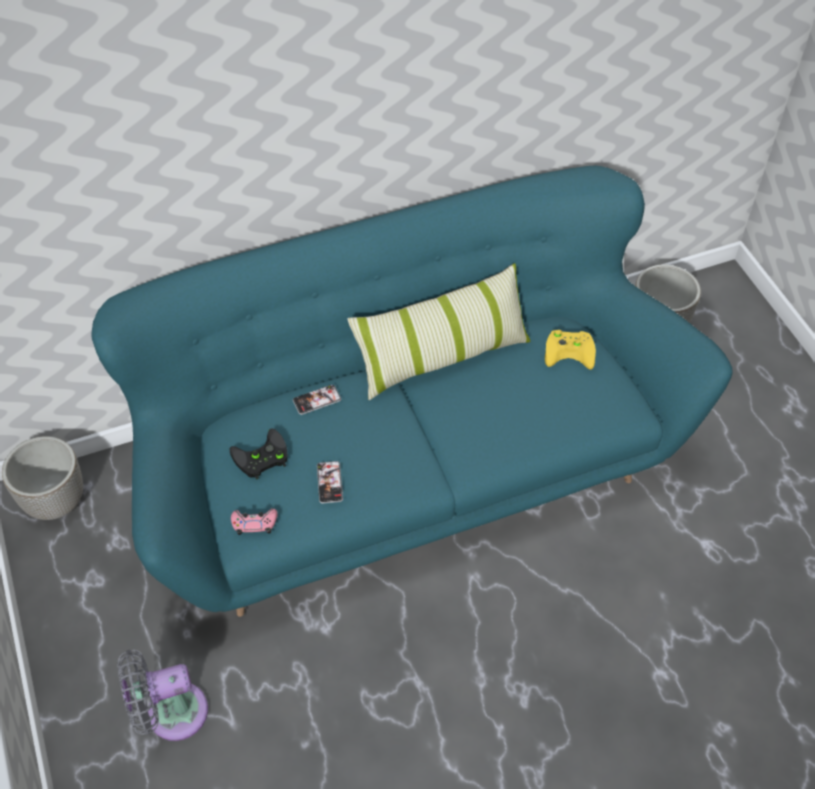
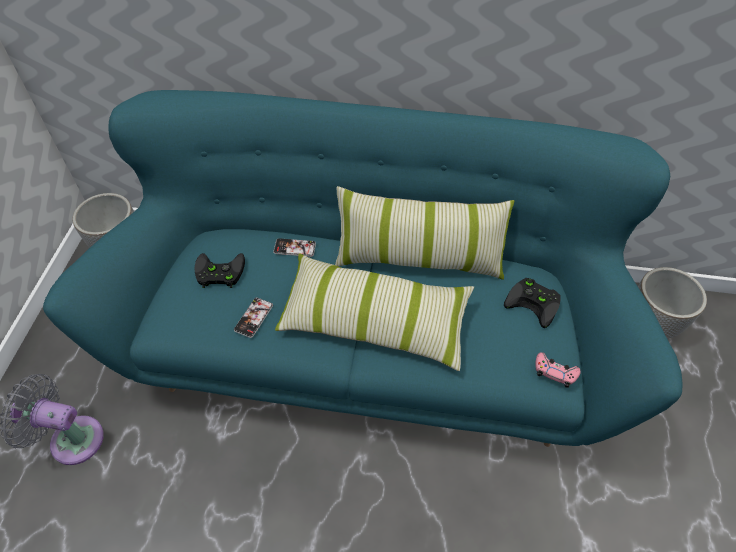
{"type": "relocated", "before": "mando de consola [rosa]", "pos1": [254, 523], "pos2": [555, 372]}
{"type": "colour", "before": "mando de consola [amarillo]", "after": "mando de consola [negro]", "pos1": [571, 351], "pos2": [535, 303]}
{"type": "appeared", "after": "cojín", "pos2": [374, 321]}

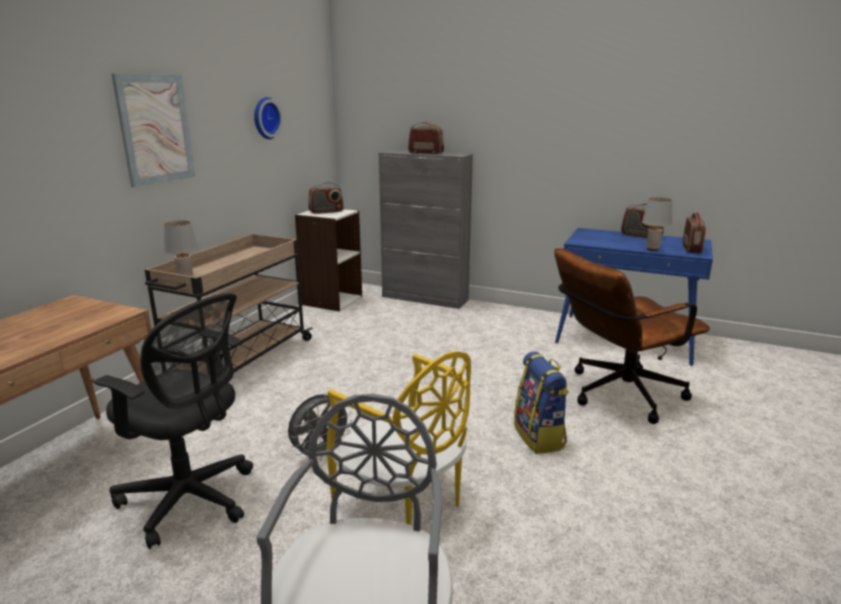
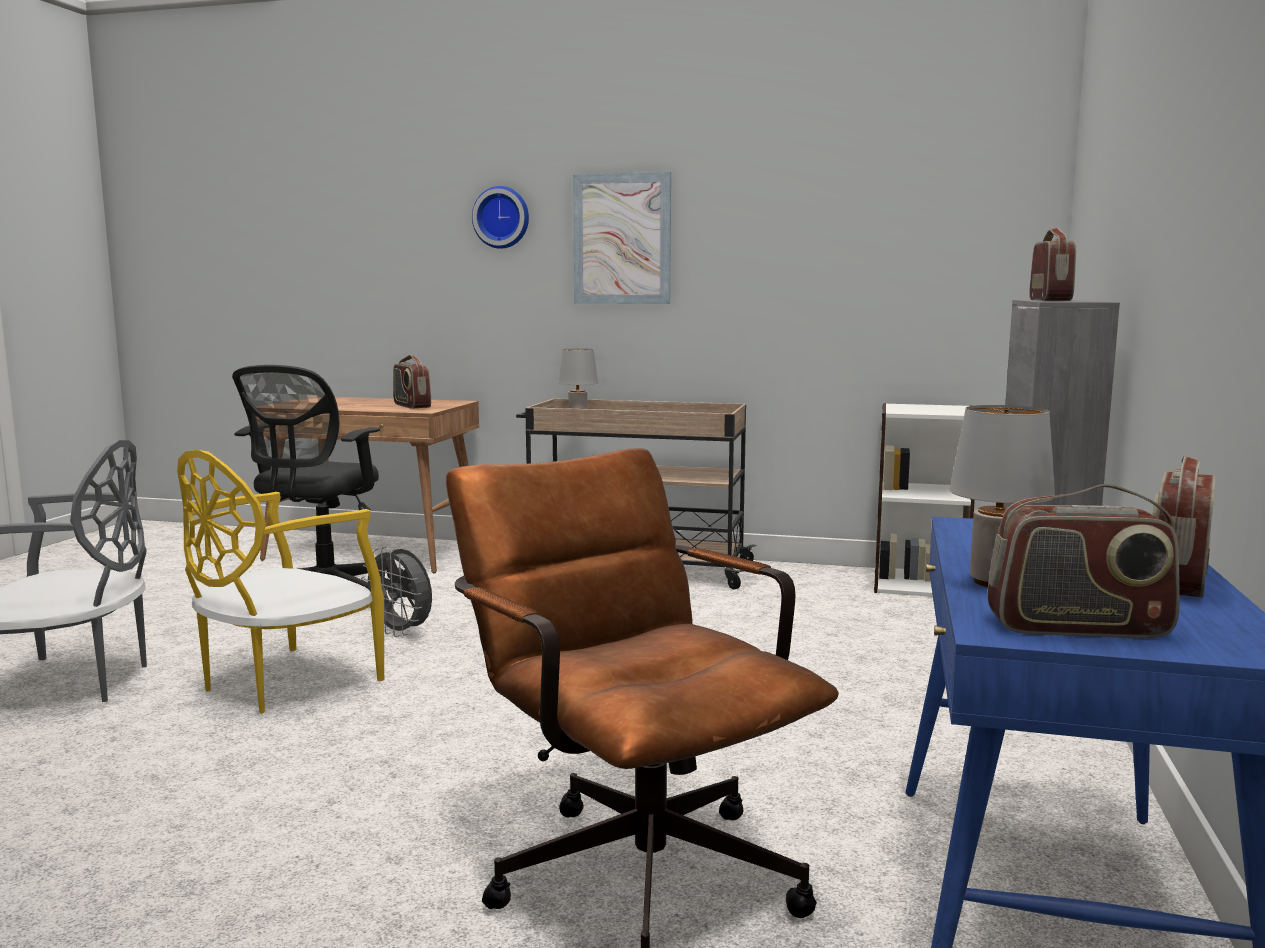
{"type": "relocated", "before": "reloj de pared", "pos1": [265, 118], "pos2": [502, 217]}
{"type": "relocated", "before": "radio", "pos1": [326, 212], "pos2": [411, 406]}
{"type": "missing", "before": "mochila", "pos1": [539, 437]}

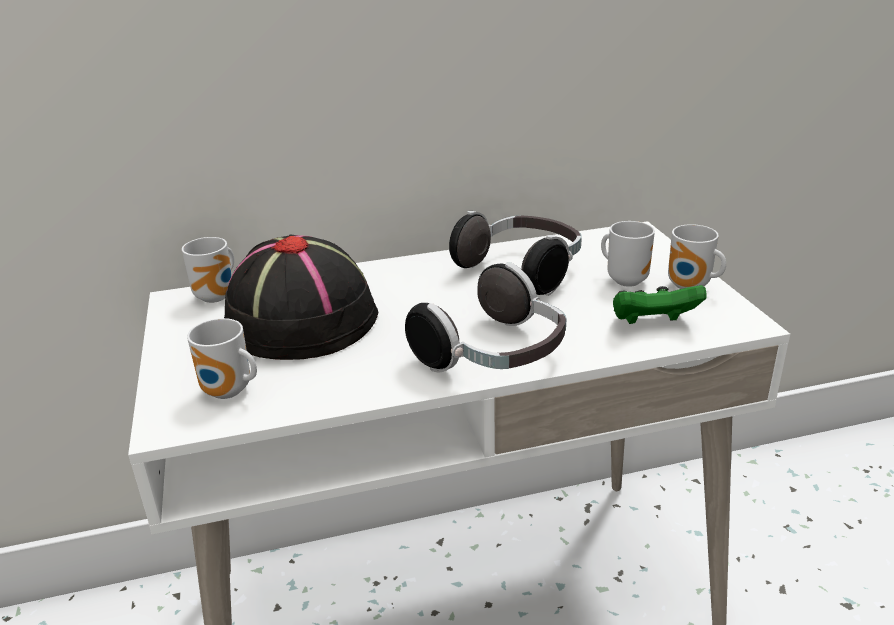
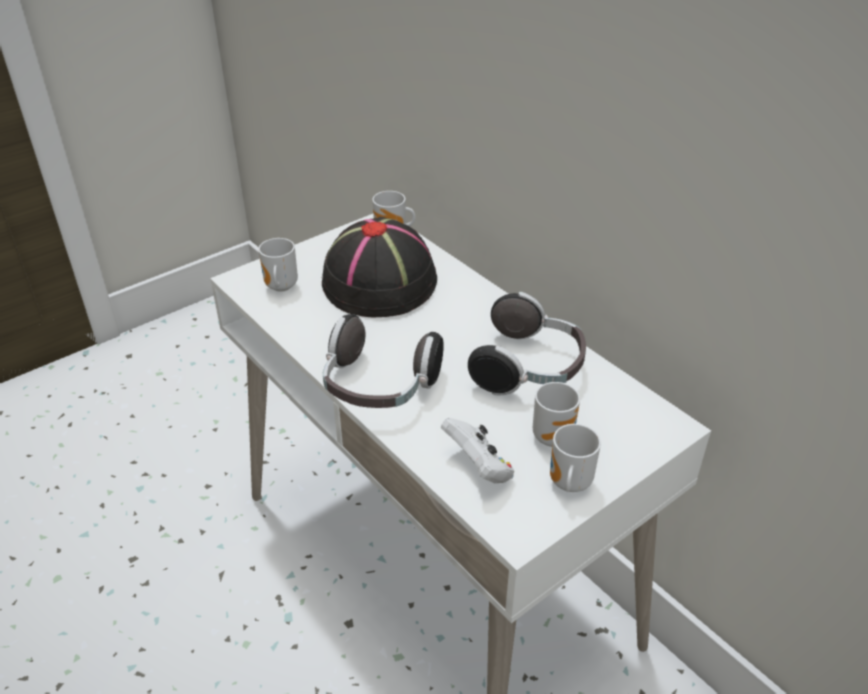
{"type": "colour", "before": "mando de consola [verde]", "after": "mando de consola [blanco]", "pos1": [652, 323], "pos2": [479, 468]}

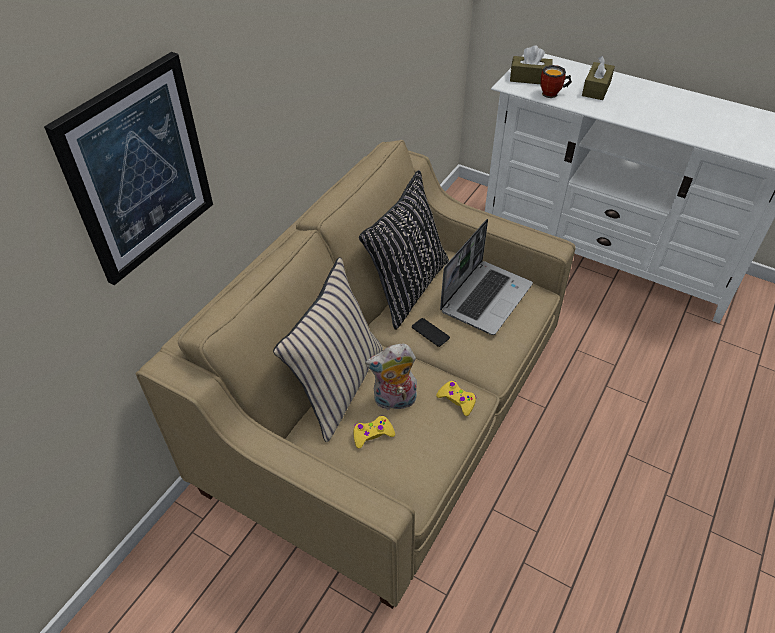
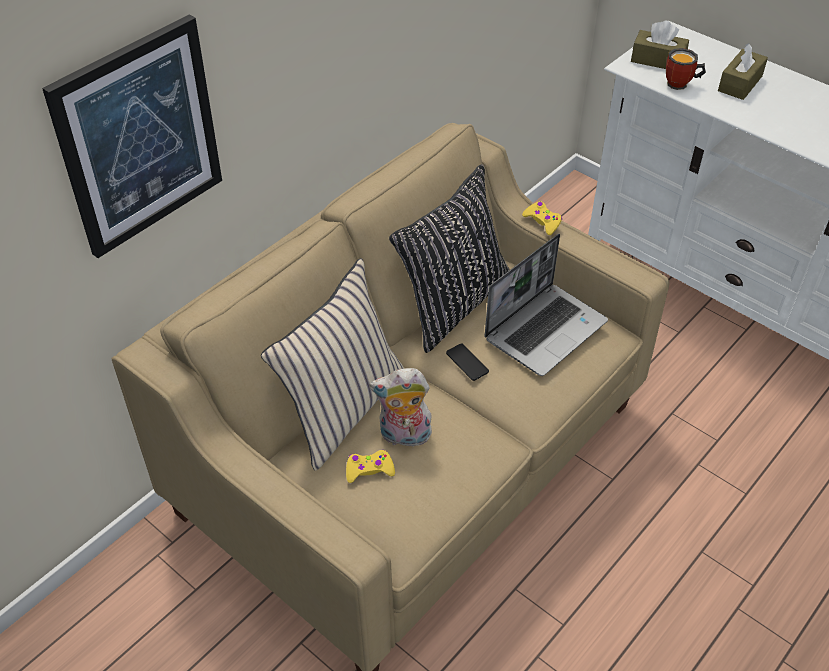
{"type": "relocated", "before": "mando de consola [amarillo]", "pos1": [457, 400], "pos2": [542, 221]}

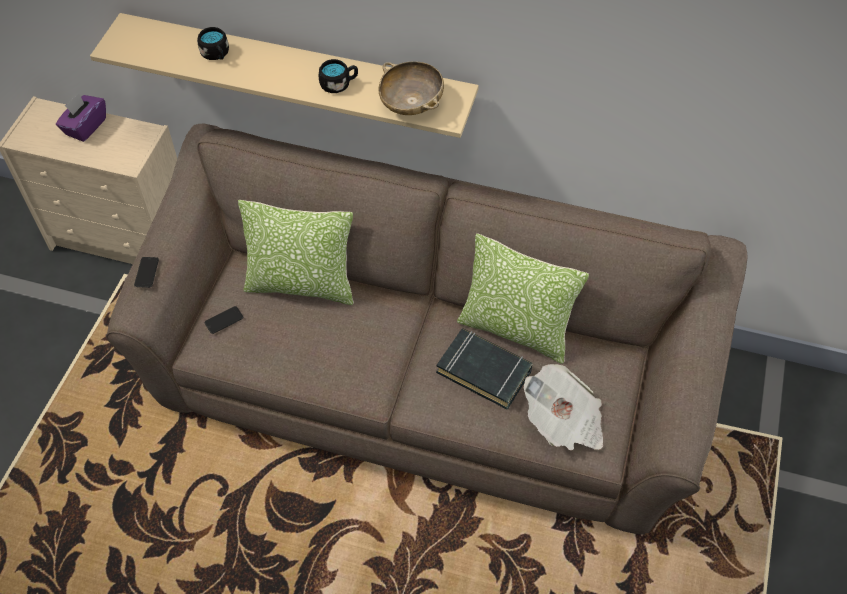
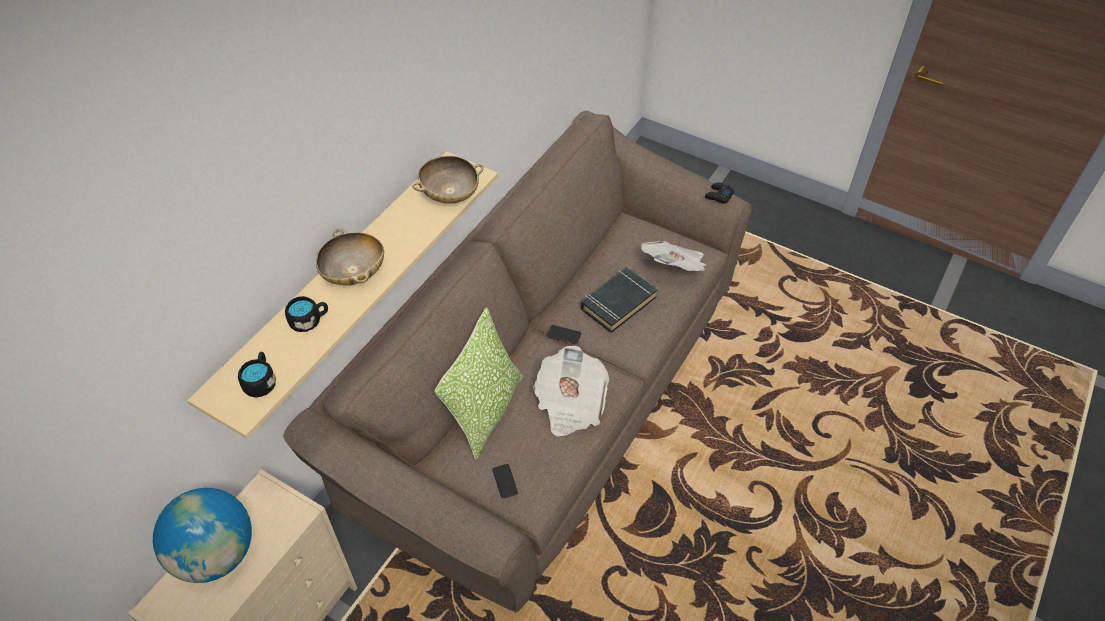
{"type": "exchanged", "before": "caja de pañuelos [morado]", "after": "globo terráqueo", "pos1": [85, 127], "pos2": [216, 554]}
{"type": "relocated", "before": "móvil", "pos1": [146, 272], "pos2": [564, 334]}
{"type": "relocated", "before": "taza grande [negro]", "pos1": [339, 84], "pos2": [261, 381]}
{"type": "missing", "before": "cojín", "pos1": [515, 330]}
{"type": "appeared", "after": "cuenco [beis]", "pos2": [354, 273]}
{"type": "appeared", "after": "periódico", "pos2": [570, 404]}
{"type": "appeared", "after": "mando de consola [negro]", "pos2": [718, 196]}

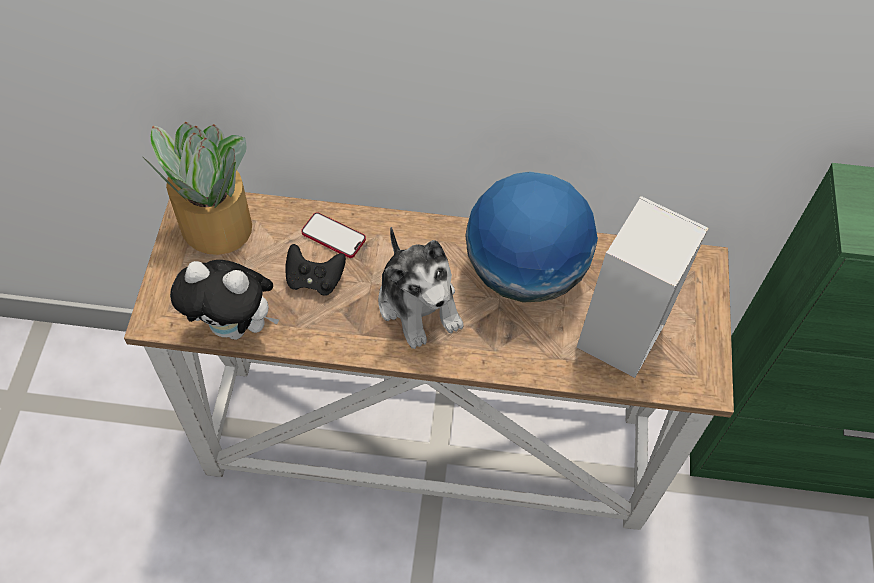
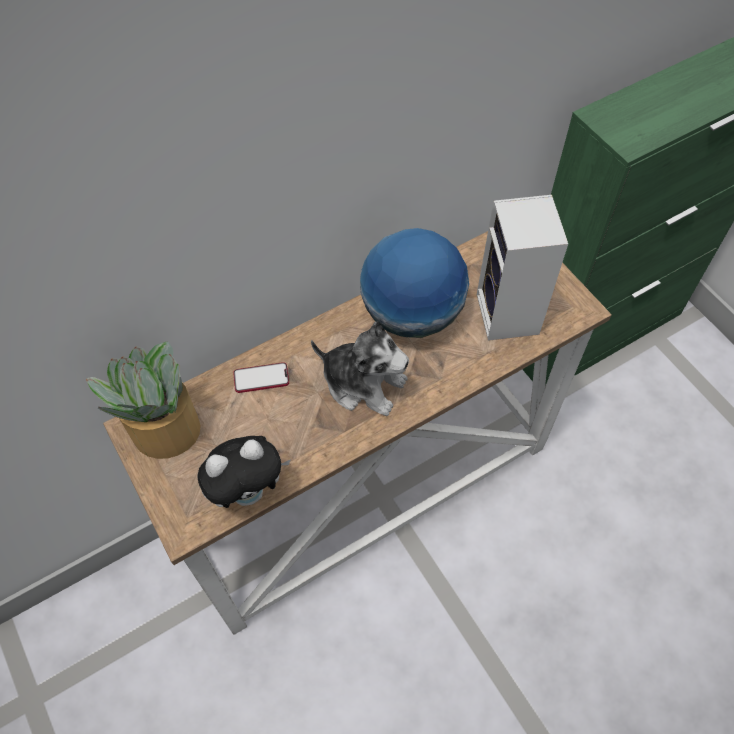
{"type": "missing", "before": "mando de consola [negro]", "pos1": [314, 279]}

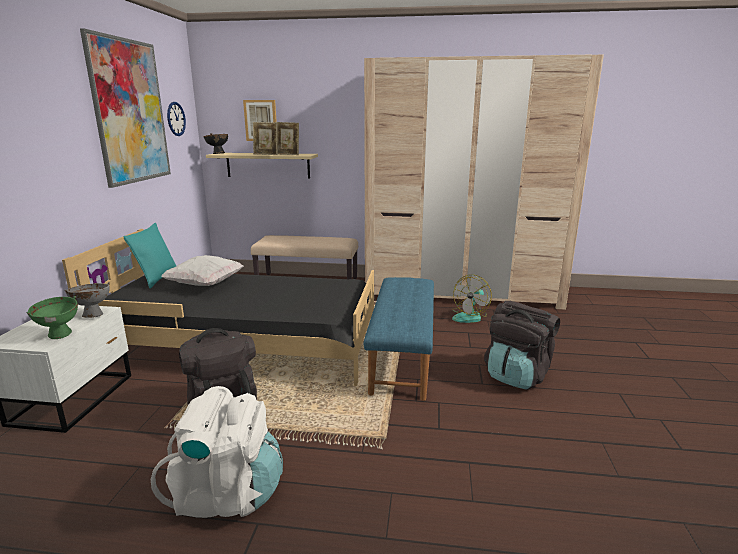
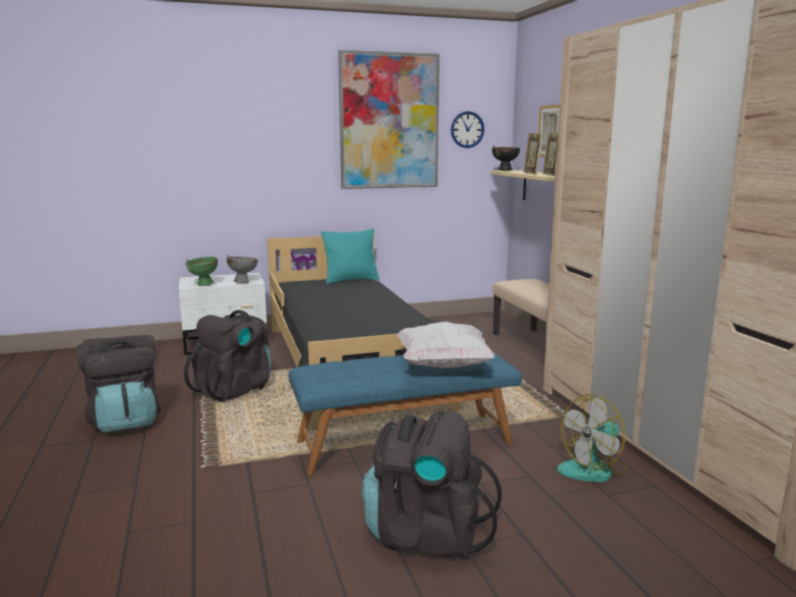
{"type": "colour", "before": "mochila [blanco]", "after": "mochila [negro]", "pos1": [227, 494], "pos2": [125, 420]}
{"type": "relocated", "before": "cojín [blanco]", "pos1": [205, 284], "pos2": [444, 365]}
{"type": "spun", "before": "ventilador", "pos1": [470, 316], "pos2": [593, 469], "turn": -45}

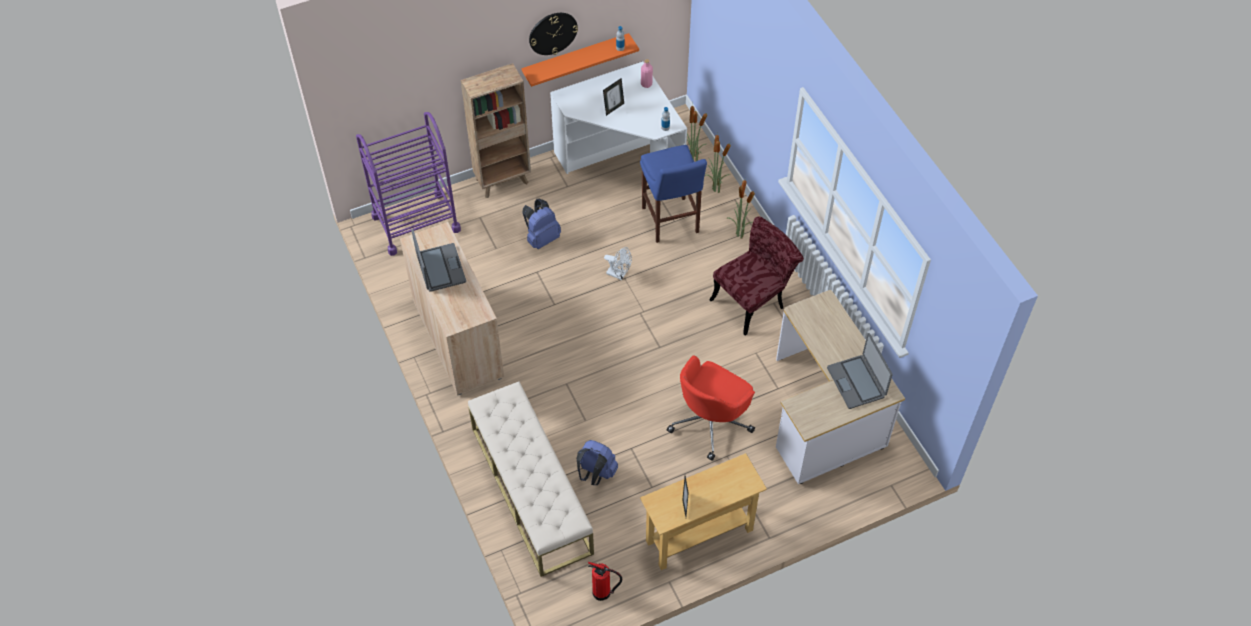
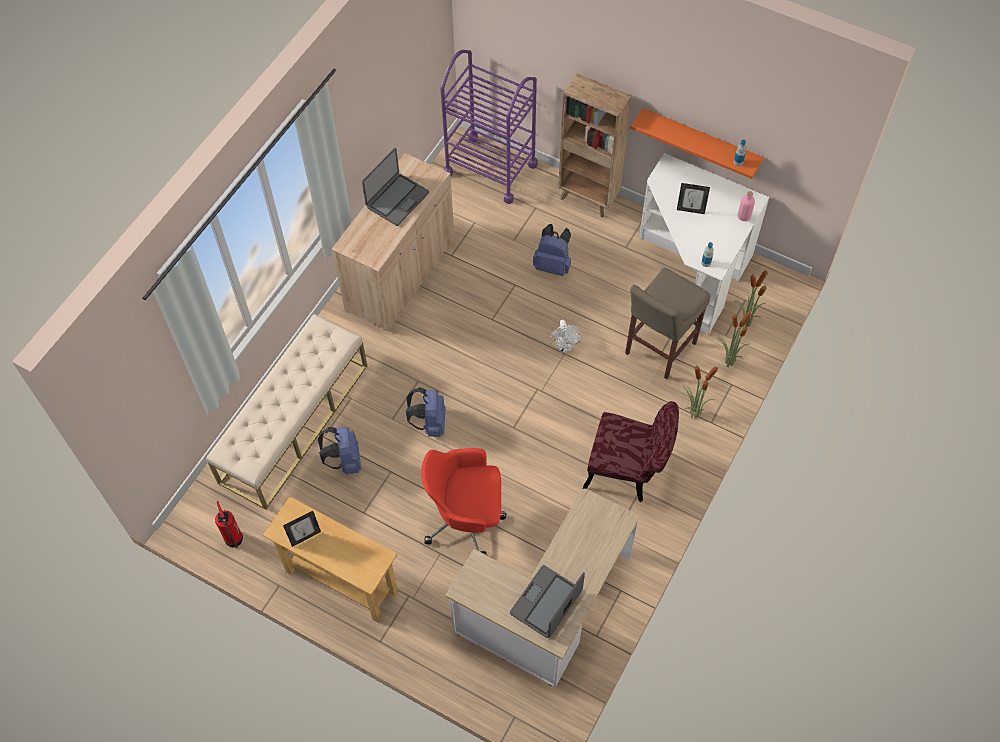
{"type": "missing", "before": "reloj de pared", "pos1": [553, 33]}
{"type": "colour", "before": "taburete [azul]", "after": "taburete [beis]", "pos1": [671, 222], "pos2": [658, 350]}
{"type": "appeared", "after": "mochila [azul]", "pos2": [430, 423]}

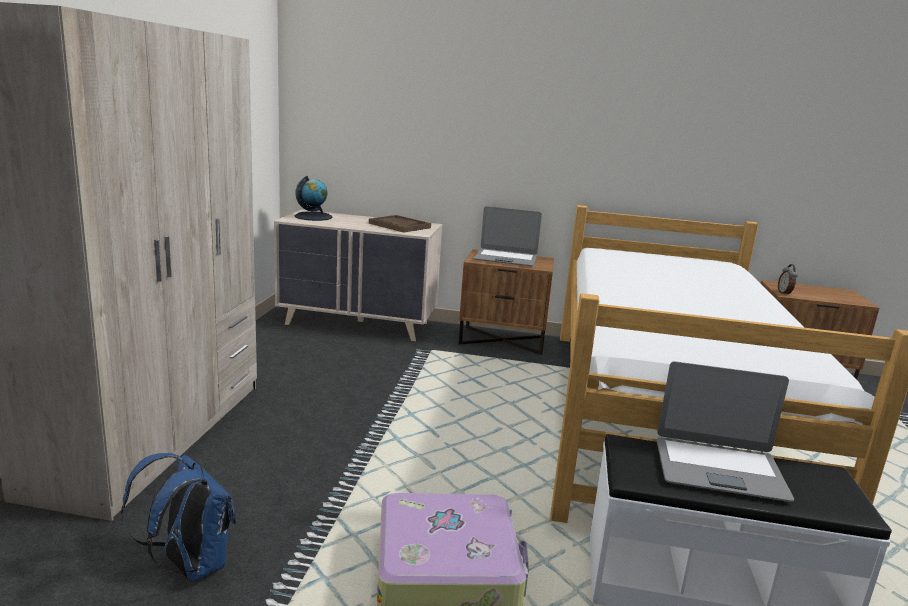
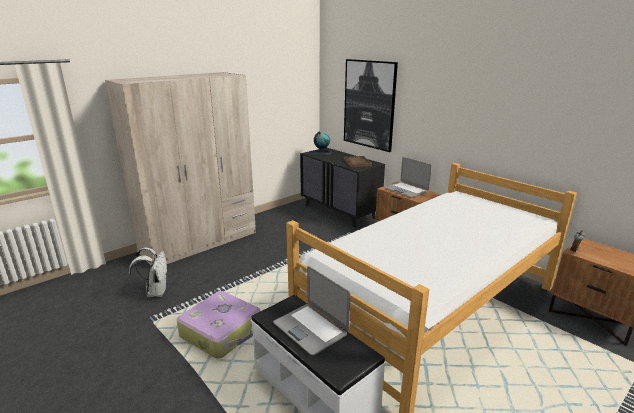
{"type": "colour", "before": "mochila [azul]", "after": "mochila [blanco]", "pos1": [190, 565], "pos2": [155, 292]}
{"type": "colour", "before": "cómoda [beis]", "after": "cómoda [negro]", "pos1": [358, 323], "pos2": [339, 212]}
{"type": "appeared", "after": "cuadro", "pos2": [369, 104]}

